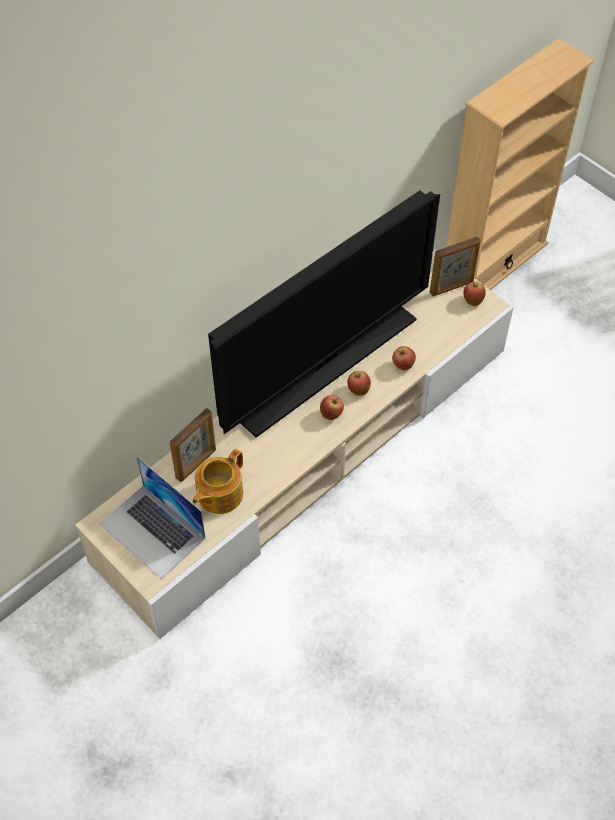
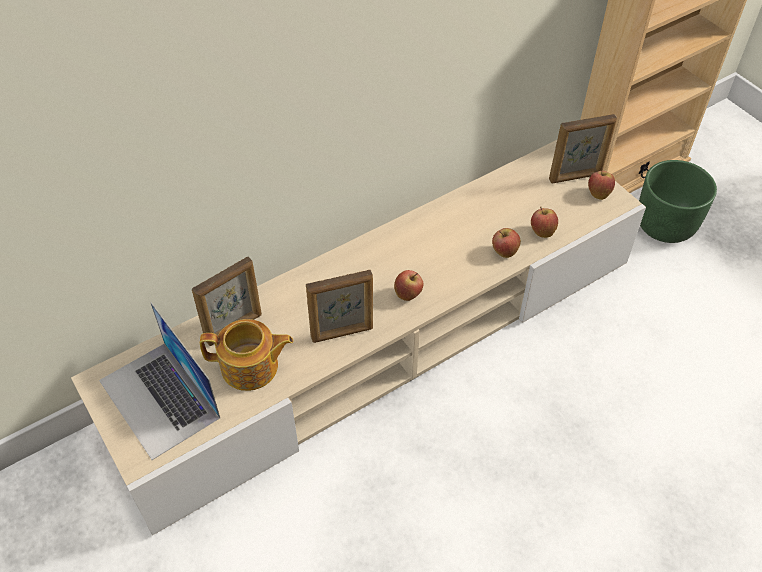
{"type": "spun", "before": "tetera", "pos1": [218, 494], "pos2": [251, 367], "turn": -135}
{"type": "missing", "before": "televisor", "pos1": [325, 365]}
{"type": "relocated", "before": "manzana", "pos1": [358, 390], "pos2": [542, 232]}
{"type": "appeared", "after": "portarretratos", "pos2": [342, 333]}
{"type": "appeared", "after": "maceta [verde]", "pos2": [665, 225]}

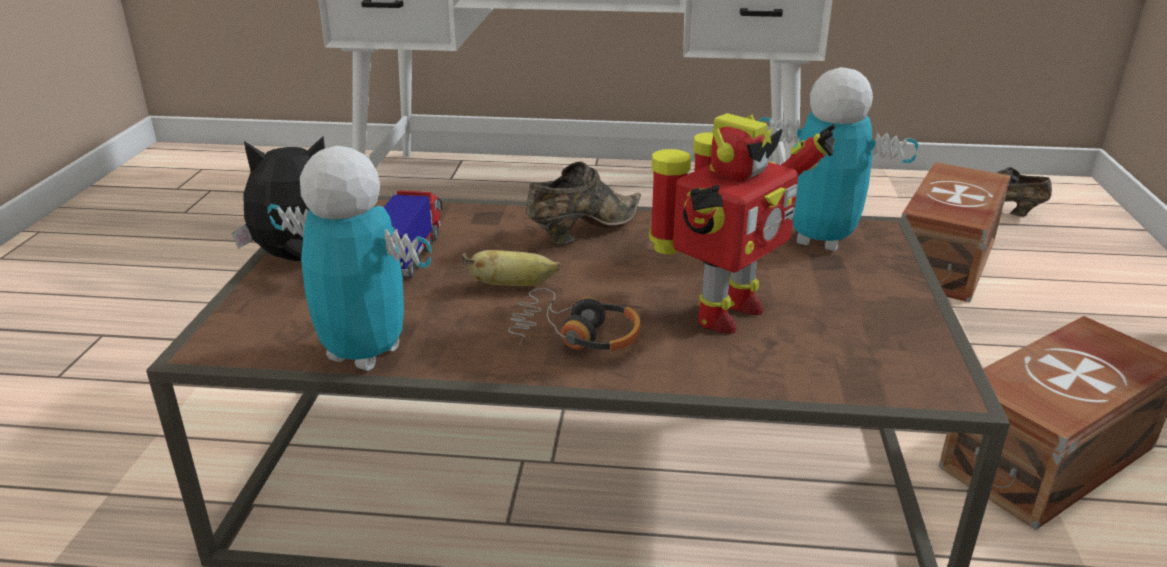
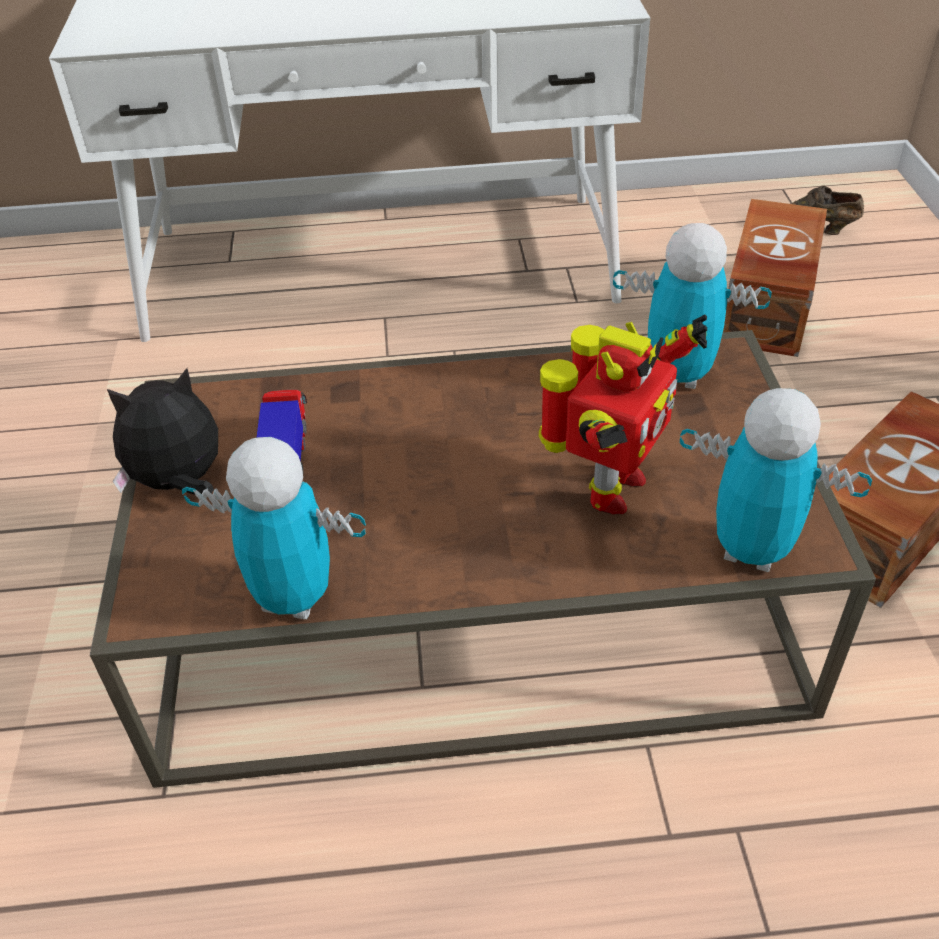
{"type": "missing", "before": "plátano", "pos1": [513, 285]}
{"type": "missing", "before": "auriculares", "pos1": [574, 336]}
{"type": "missing", "before": "zapato [marrón]", "pos1": [582, 232]}
{"type": "appeared", "after": "robot de juguete", "pos2": [750, 550]}

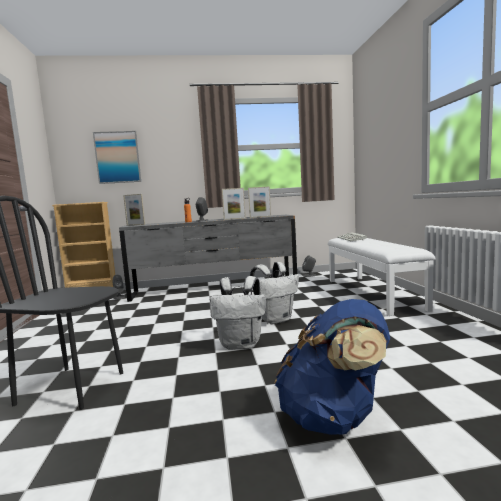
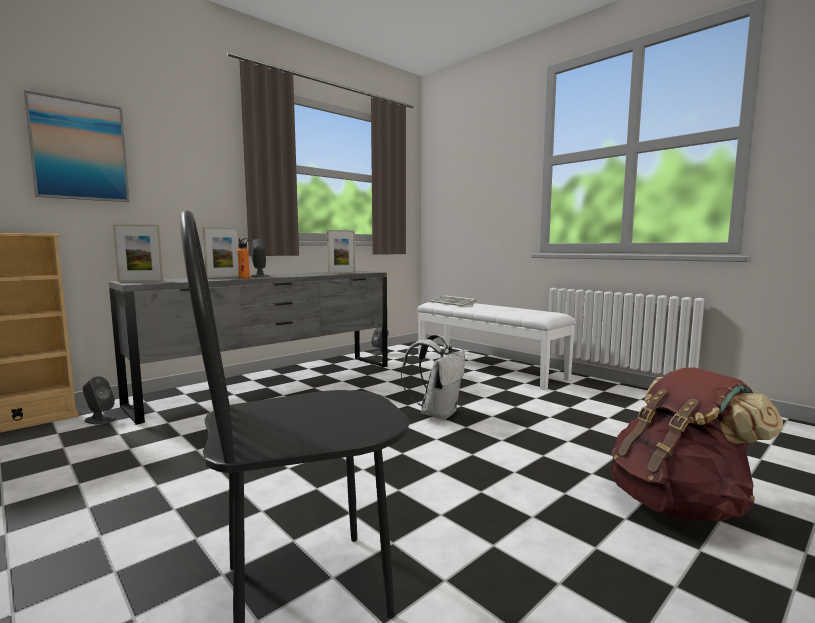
{"type": "missing", "before": "mochila [blanco]", "pos1": [241, 344]}
{"type": "relocated", "before": "portarretratos", "pos1": [234, 219], "pos2": [224, 277]}
{"type": "colour", "before": "mochila [azul]", "after": "mochila [marrón]", "pos1": [334, 417], "pos2": [678, 504]}

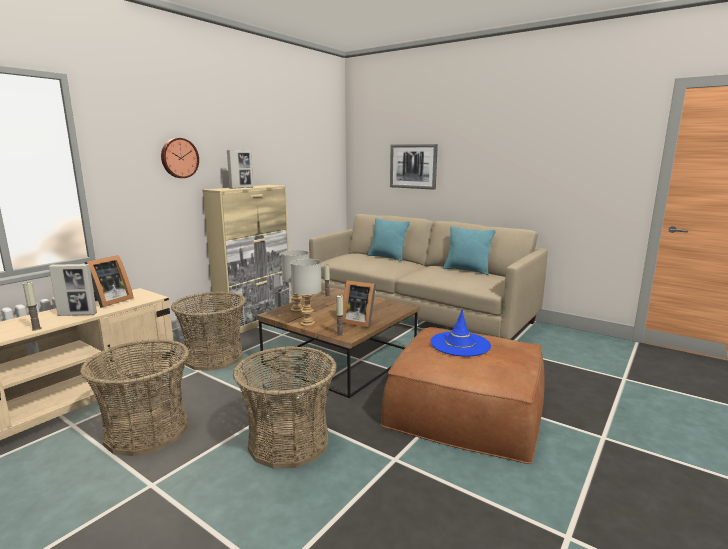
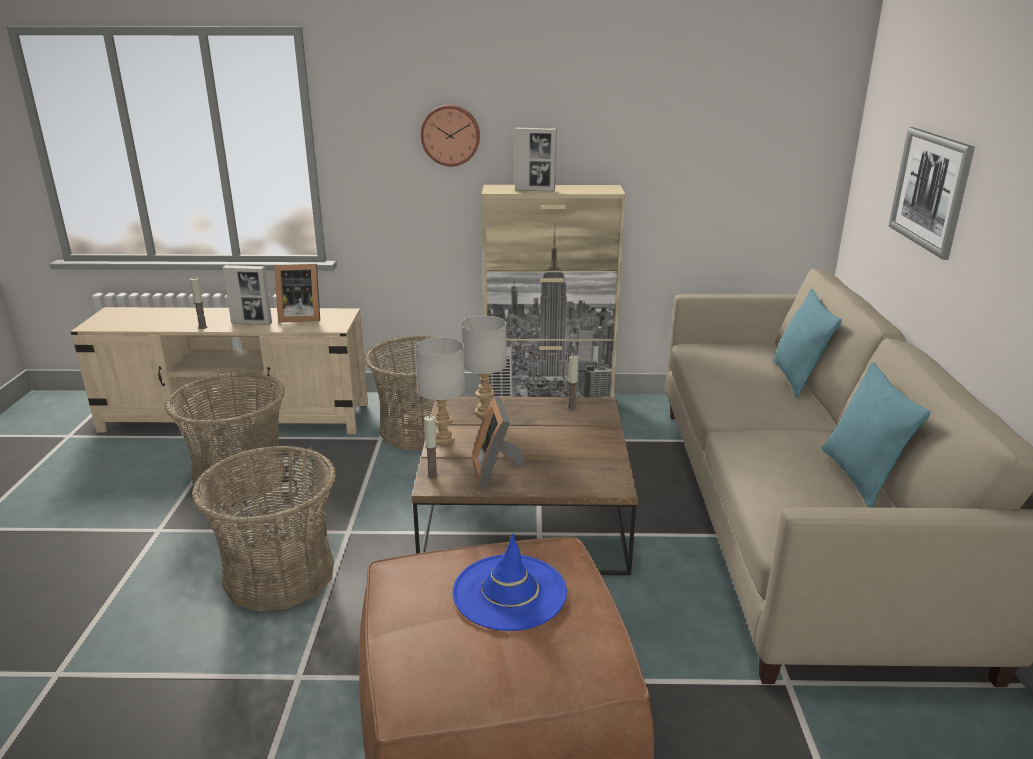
{"type": "spun", "before": "portarretratos", "pos1": [77, 314], "pos2": [252, 323], "turn": -45}

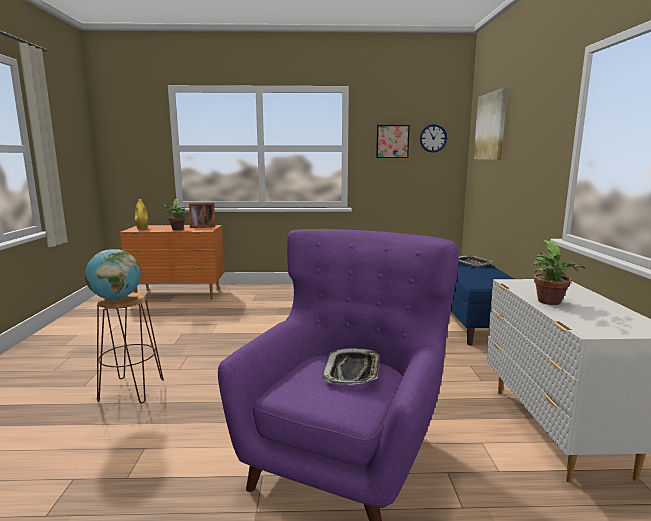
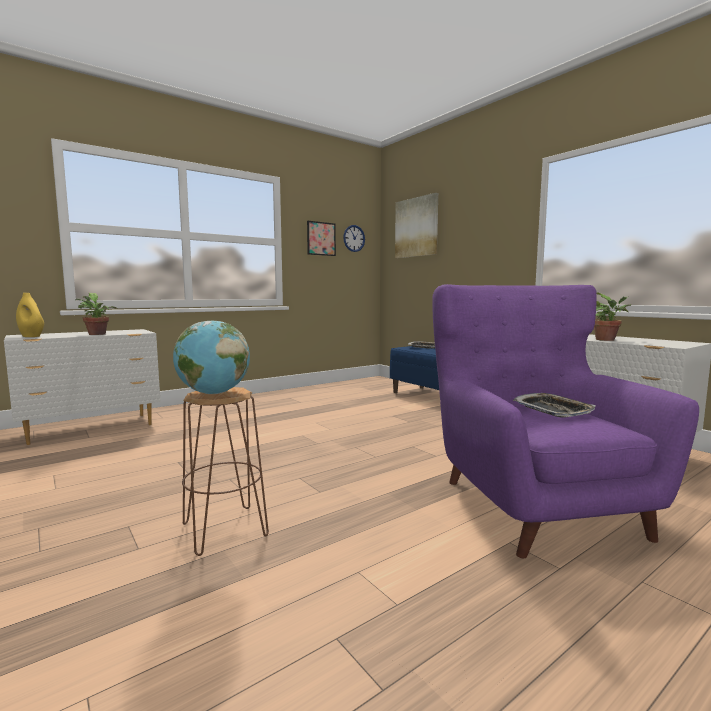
{"type": "colour", "before": "cómoda [naranja]", "after": "cómoda [blanco]", "pos1": [179, 295], "pos2": [92, 429]}
{"type": "missing", "before": "portarretratos", "pos1": [201, 227]}

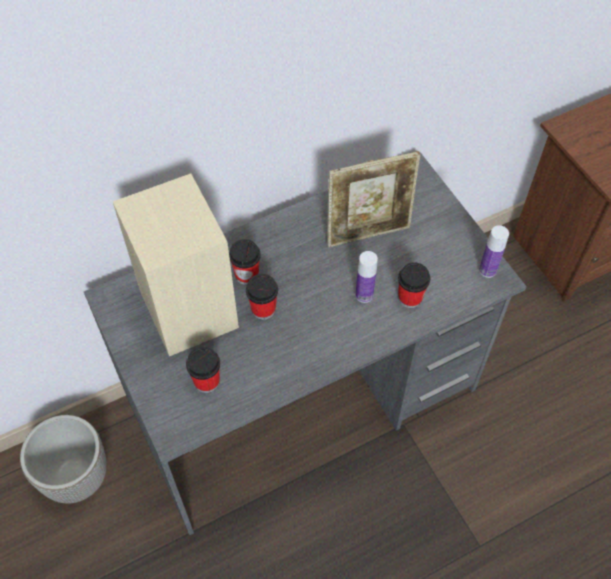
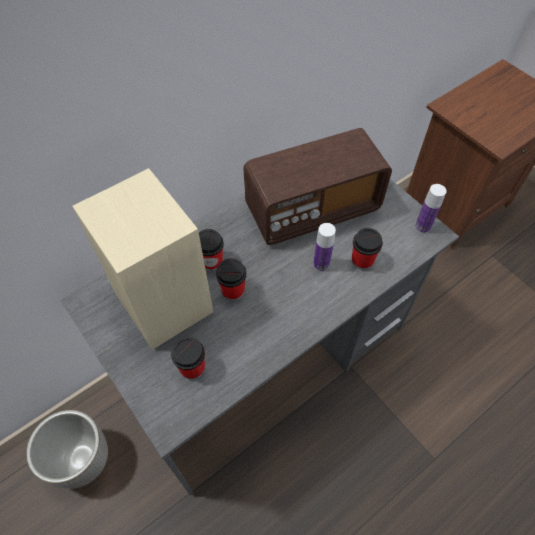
{"type": "exchanged", "before": "portarretratos", "after": "radio", "pos1": [368, 233], "pos2": [312, 210]}

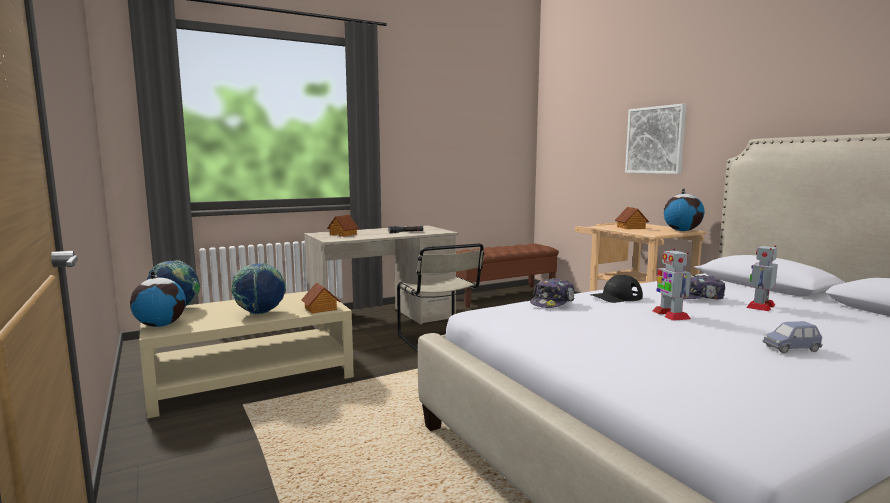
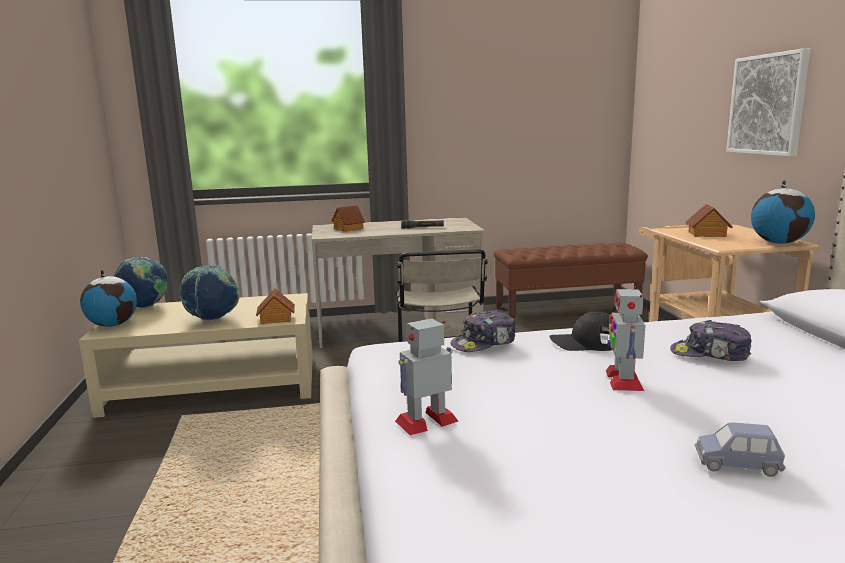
{"type": "relocated", "before": "robot de juguete", "pos1": [760, 306], "pos2": [427, 421]}

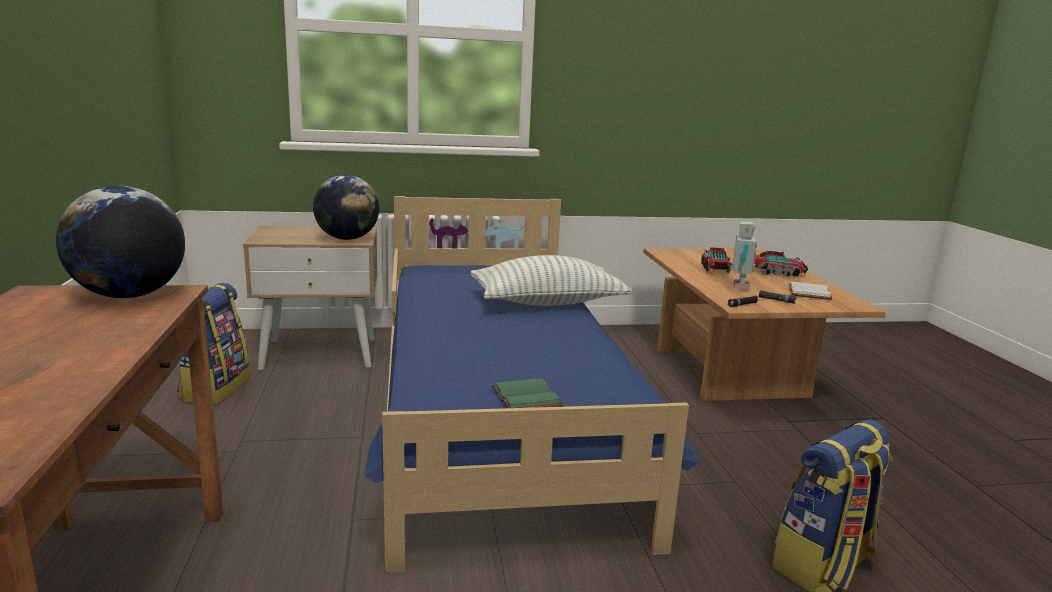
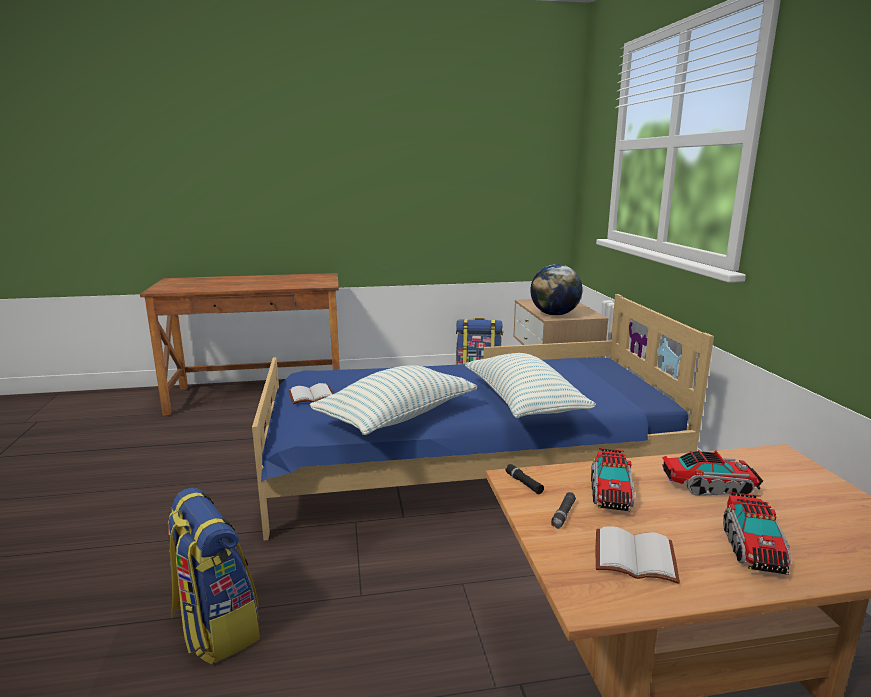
{"type": "missing", "before": "globo terráqueo", "pos1": [129, 295]}
{"type": "colour", "before": "libro [verde]", "after": "libro [blanco]", "pos1": [528, 398], "pos2": [311, 396]}
{"type": "exchanged", "before": "robot de juguete", "after": "camión de juguete", "pos1": [738, 288], "pos2": [610, 492]}
{"type": "appeared", "after": "cojín", "pos2": [397, 417]}

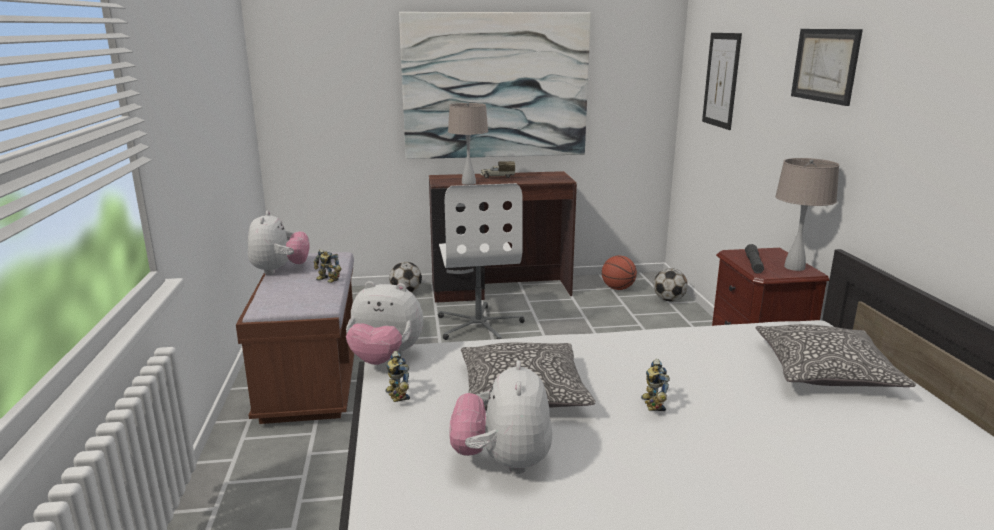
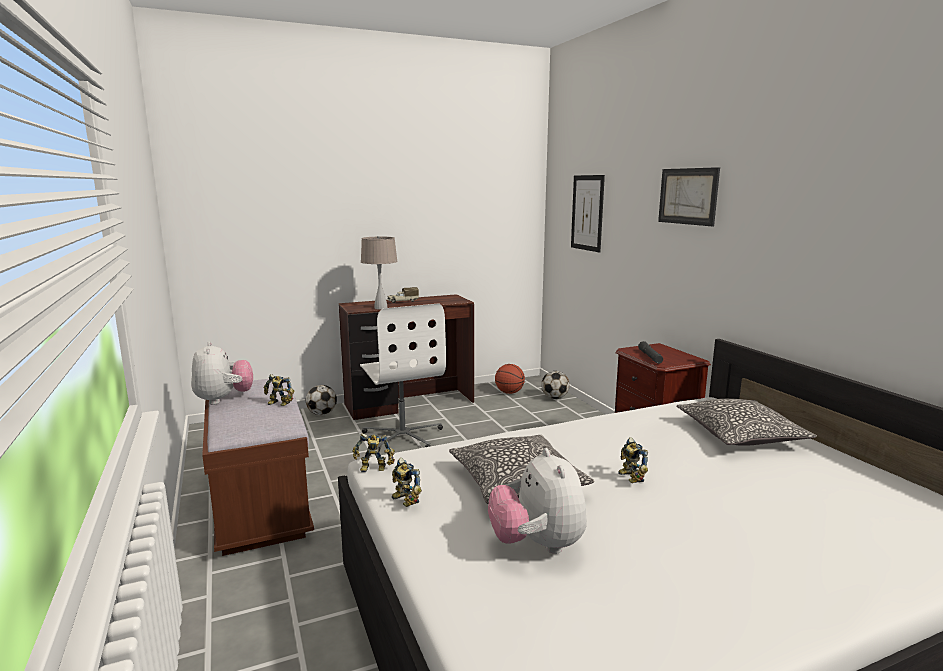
{"type": "exchanged", "before": "peluche", "after": "robot de juguete", "pos1": [385, 359], "pos2": [374, 469]}
{"type": "missing", "before": "cuadro", "pos1": [495, 86]}
{"type": "missing", "before": "lámpara de mesa [beis]", "pos1": [795, 267]}

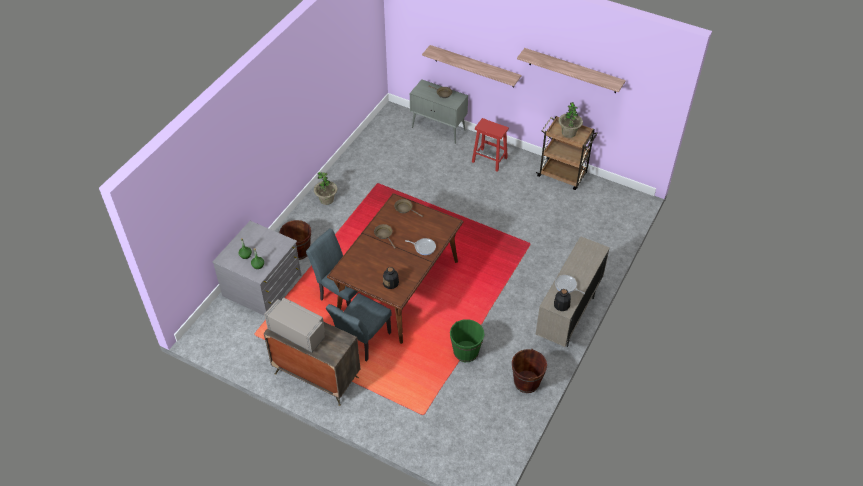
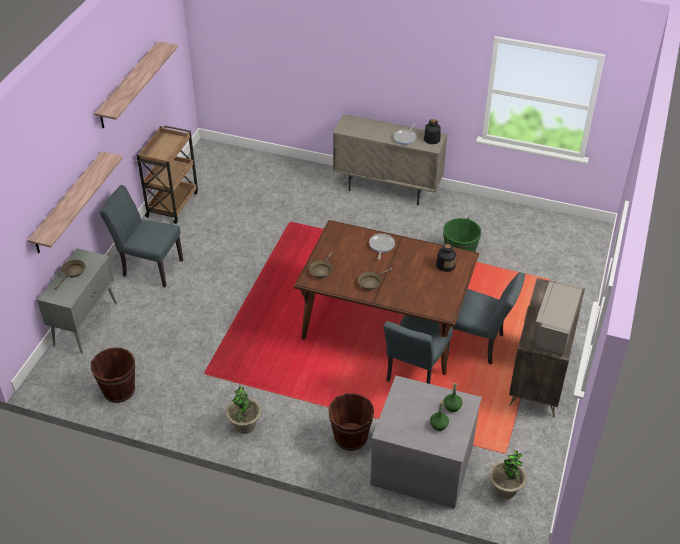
{"type": "exchanged", "before": "taburete [rojo]", "after": "silla [gris]", "pos1": [490, 160], "pos2": [148, 267]}
{"type": "relocated", "before": "cubo [marrón]", "pos1": [526, 382], "pos2": [119, 390]}
{"type": "relocated", "before": "planta en maceta", "pos1": [568, 133], "pos2": [505, 490]}

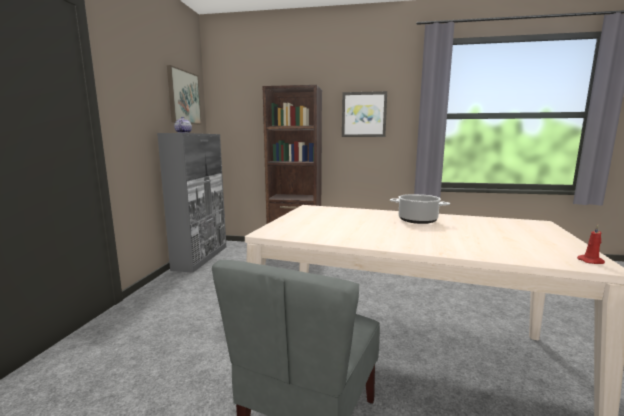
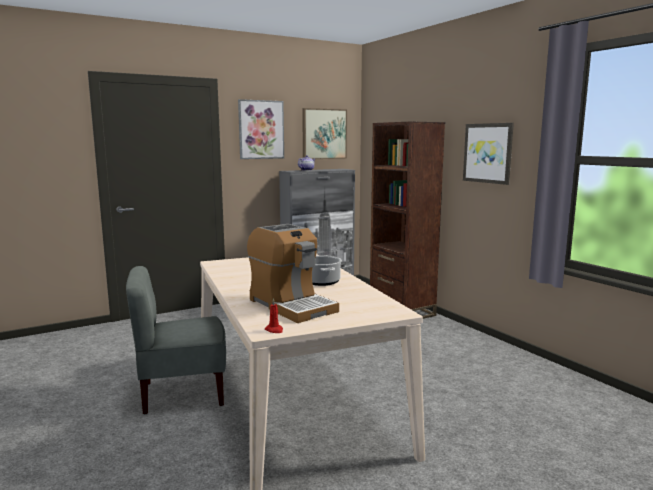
{"type": "appeared", "after": "cuadro", "pos2": [261, 129]}
{"type": "appeared", "after": "cafetera", "pos2": [291, 305]}

